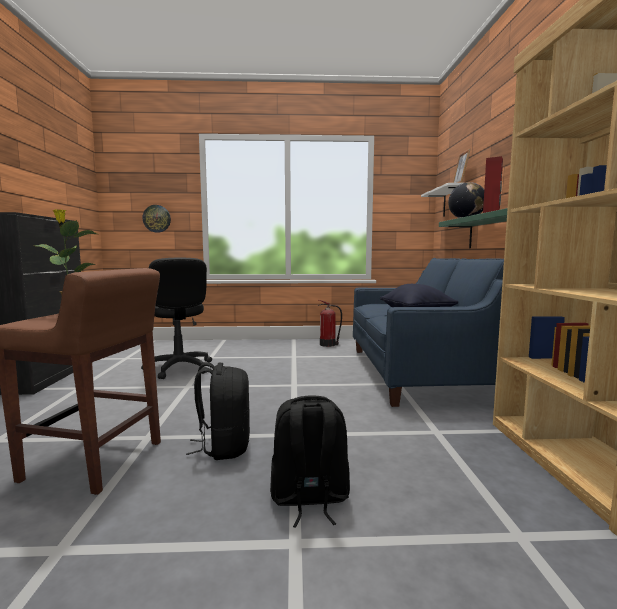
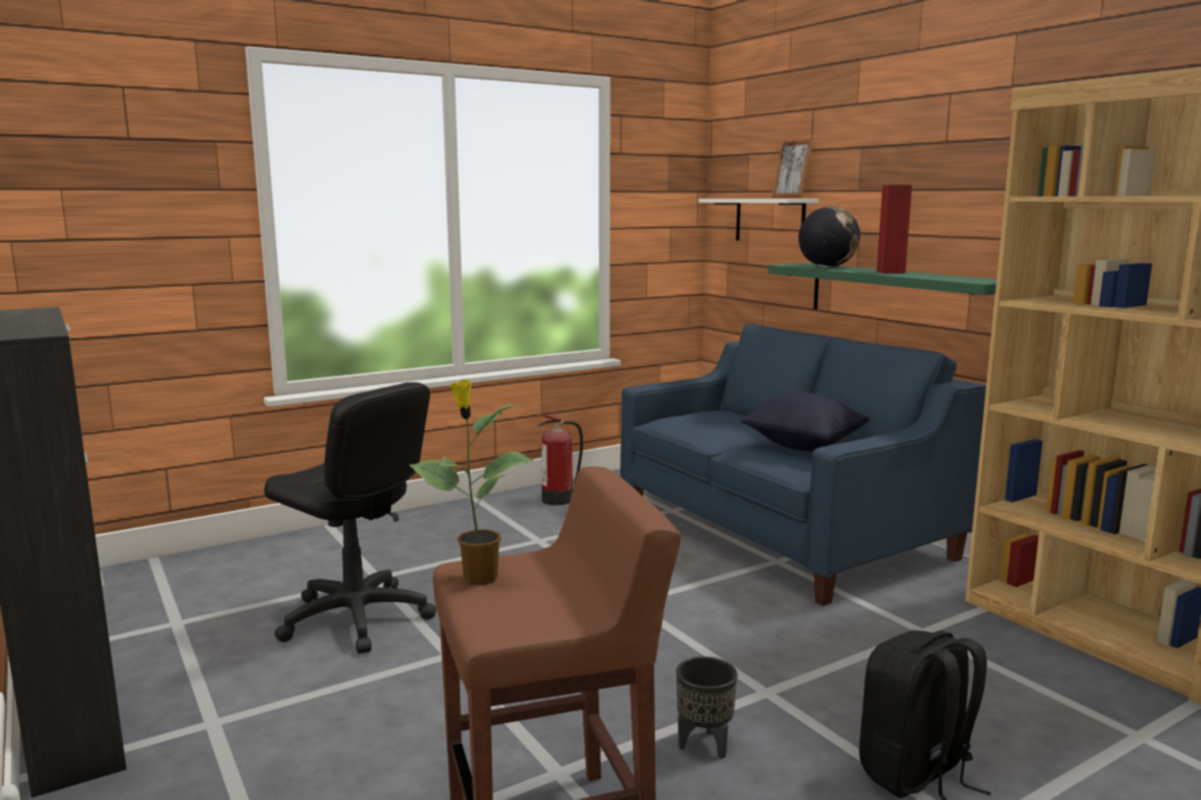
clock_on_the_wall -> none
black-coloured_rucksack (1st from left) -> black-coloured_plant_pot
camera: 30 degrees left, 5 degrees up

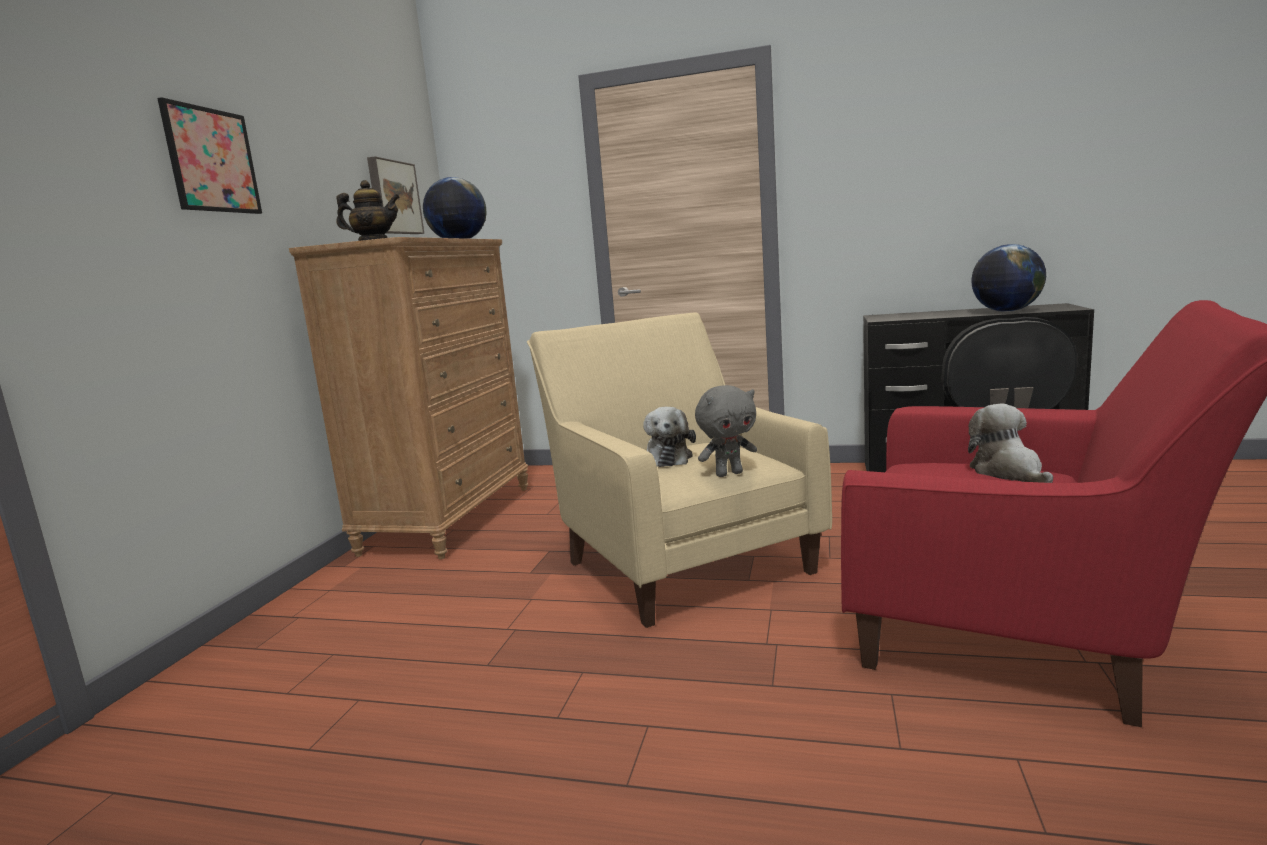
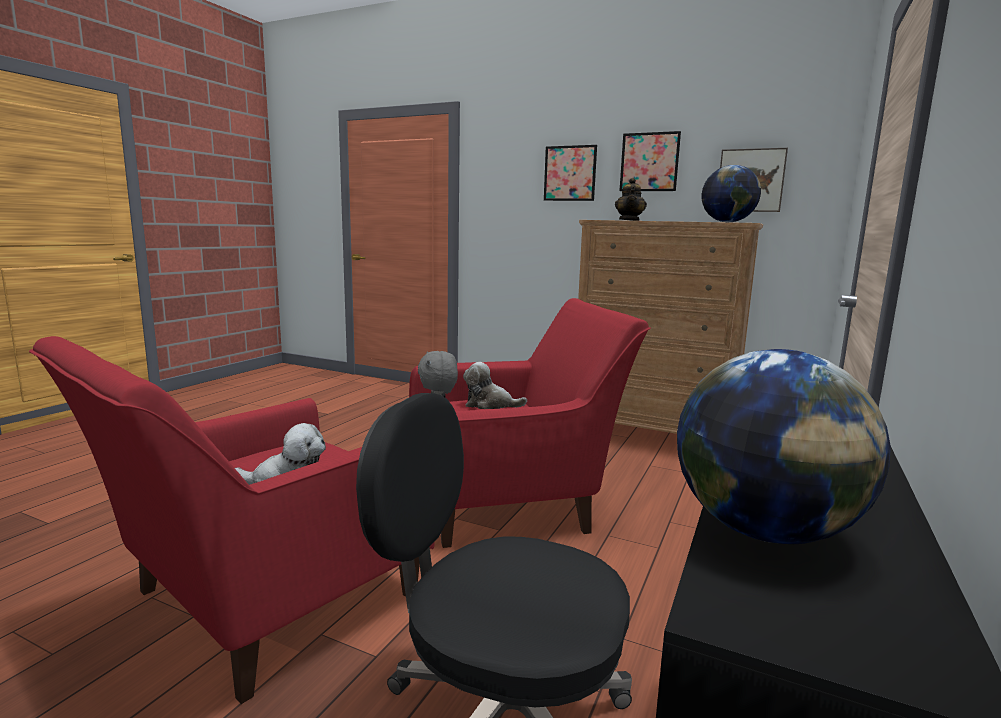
none -> wall_art (2nd from left)
beige_armchair -> reddish_armchair (2nd from left)
camera: 100 degrees right, 0 degrees up

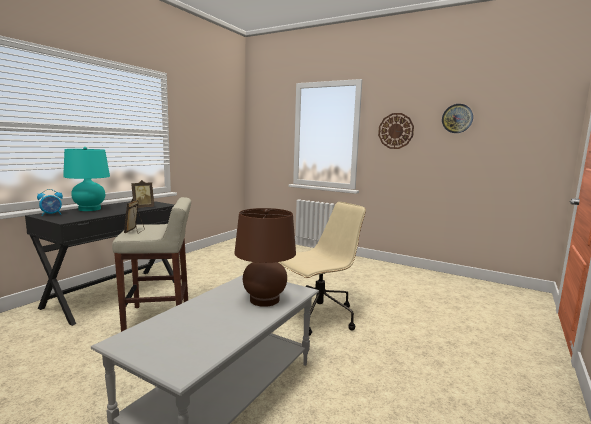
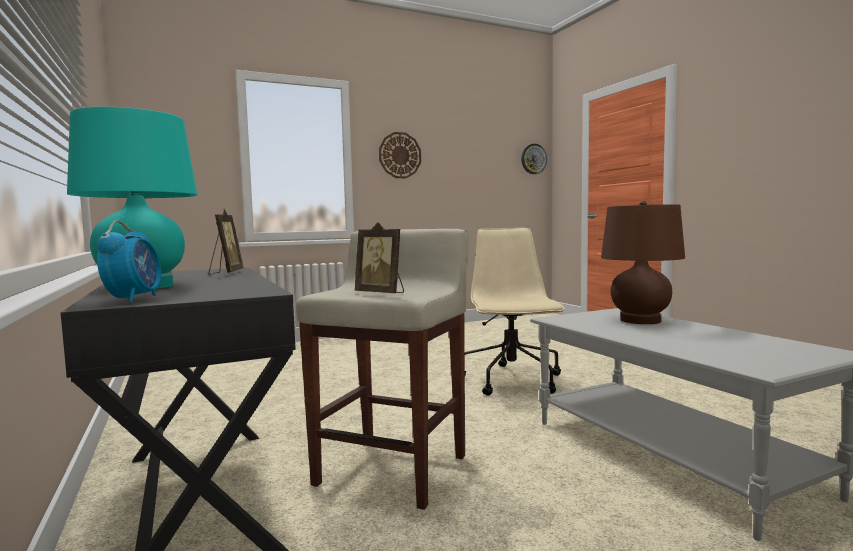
clock_on_the_wall (2nd from left), move
camera: 55 degrees left, 5 degrees down

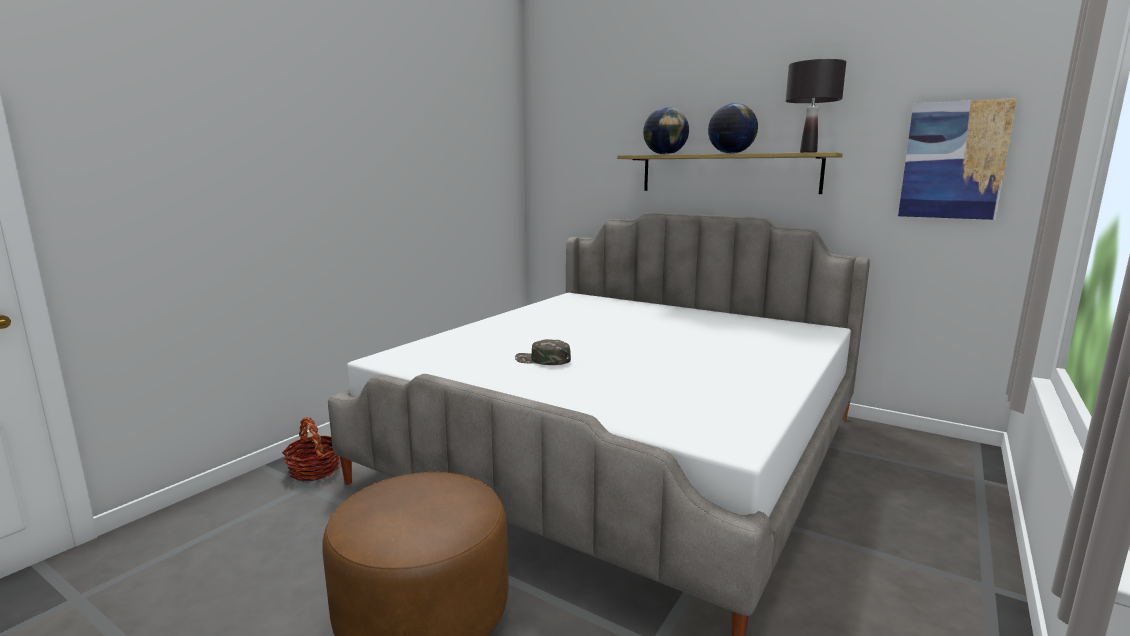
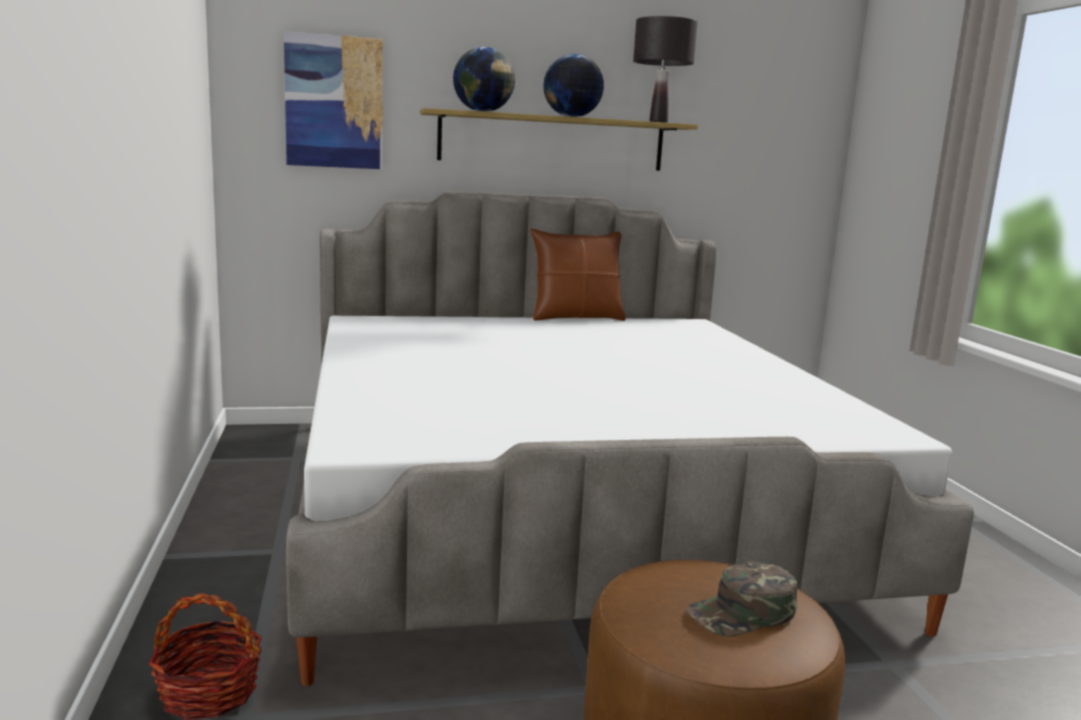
none -> brown_throw_pillow
green-coloured_peaked_cap, move
wall_art, move
camera: 45 degrees left, 0 degrees up

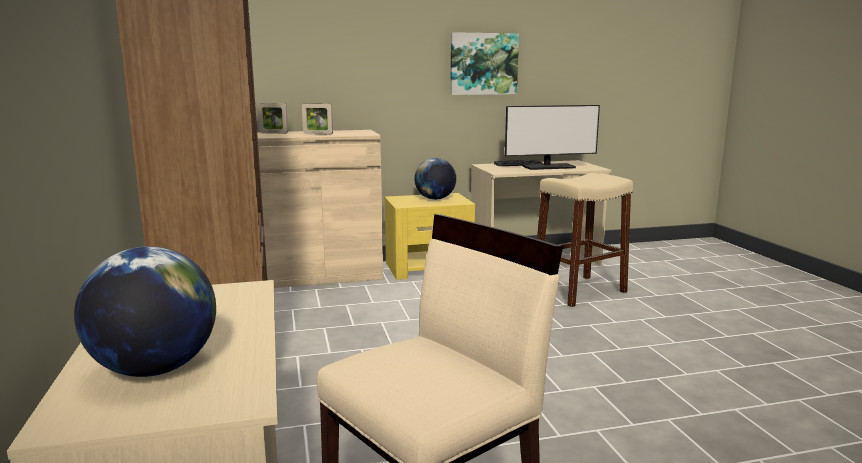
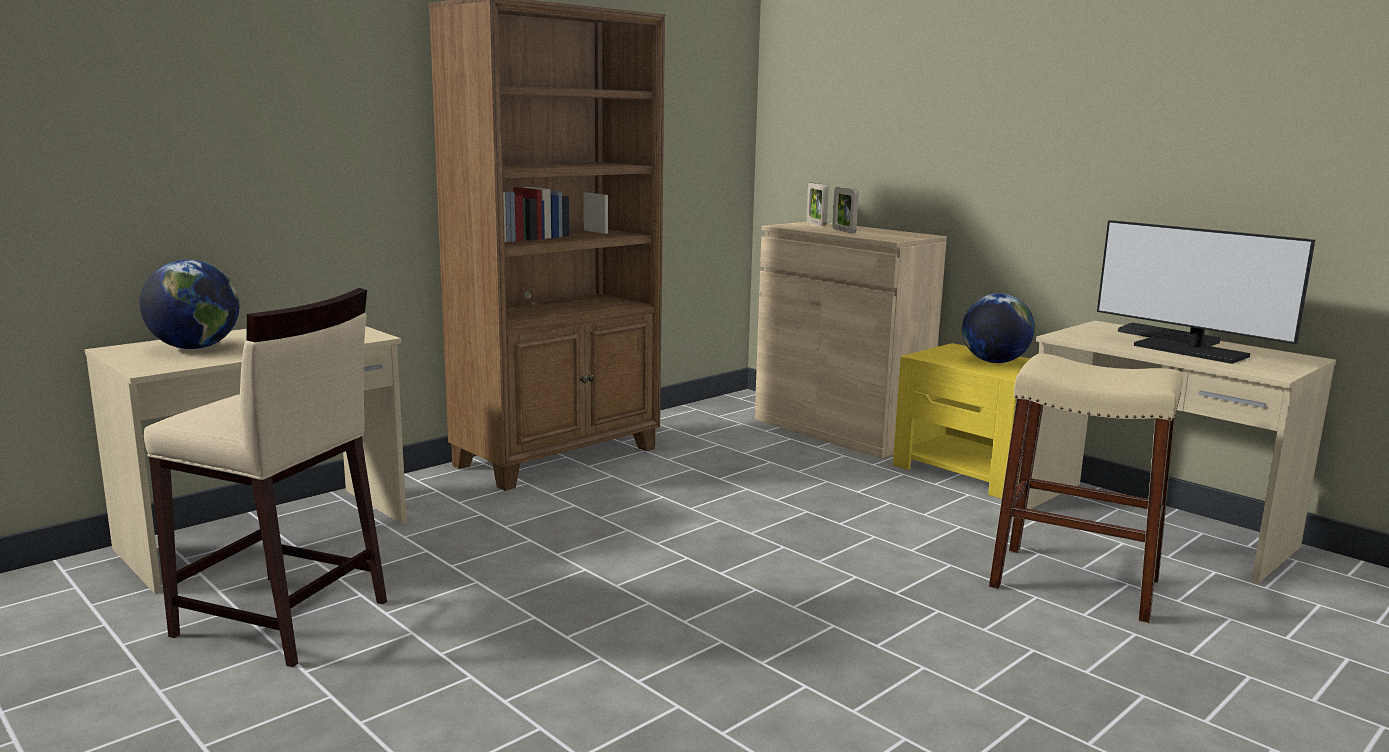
wall_art -> none
camera: 60 degrees right, 0 degrees up

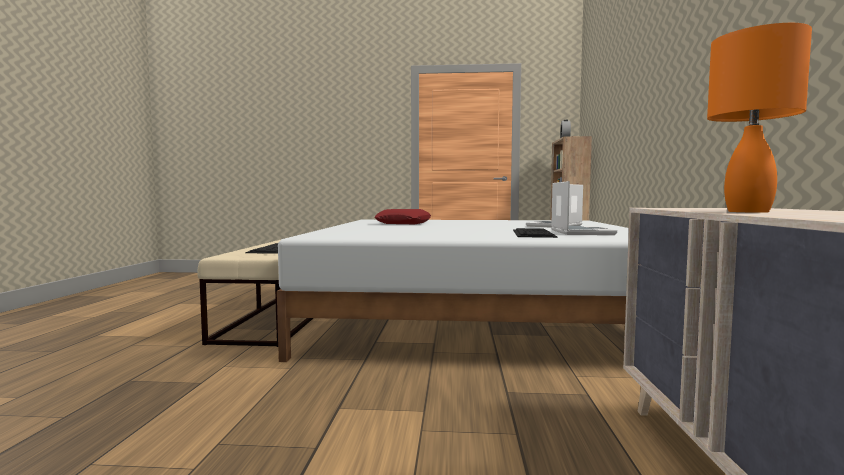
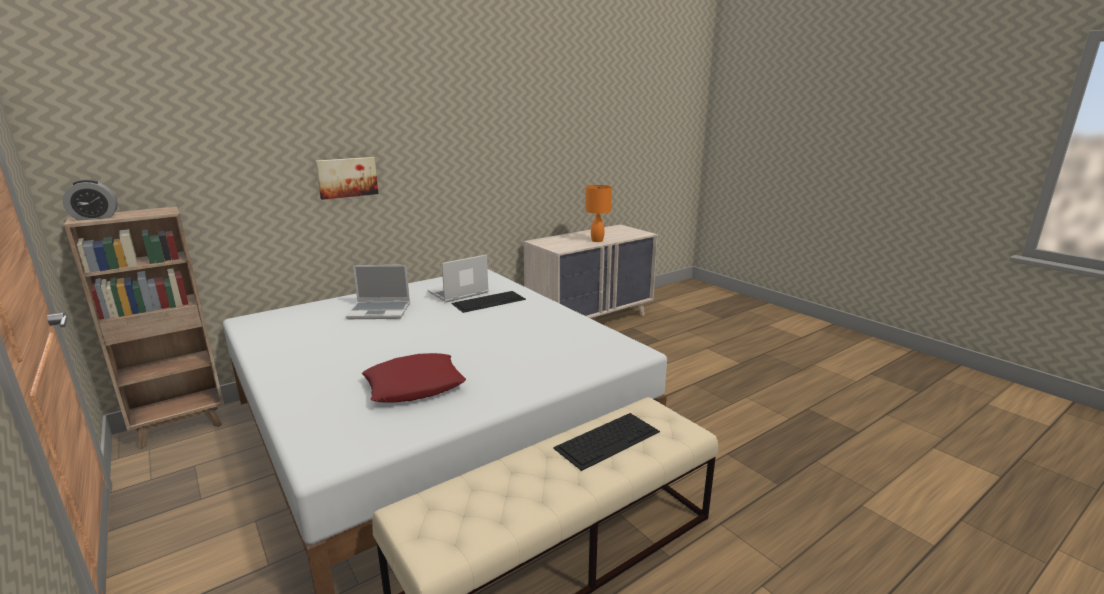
none -> wall_art
camera: 130 degrees left, 15 degrees up

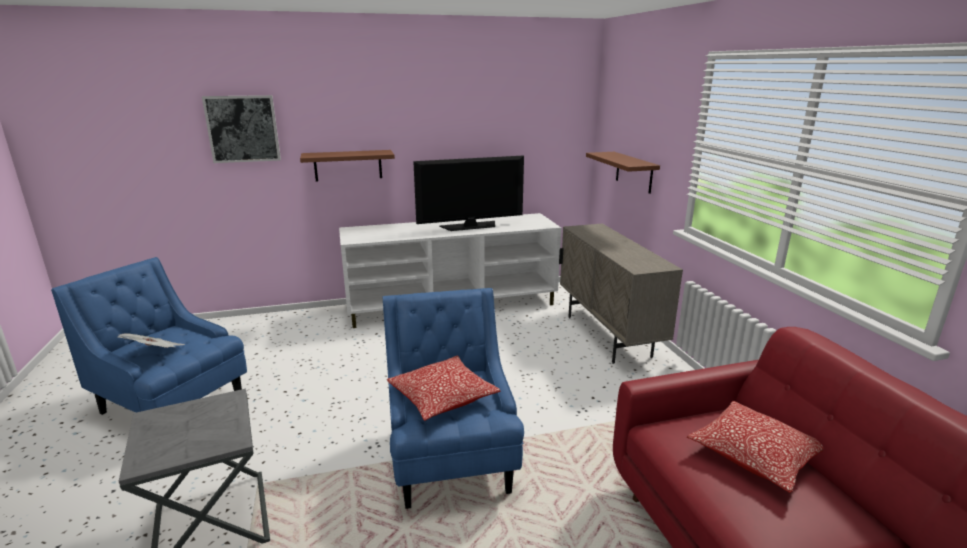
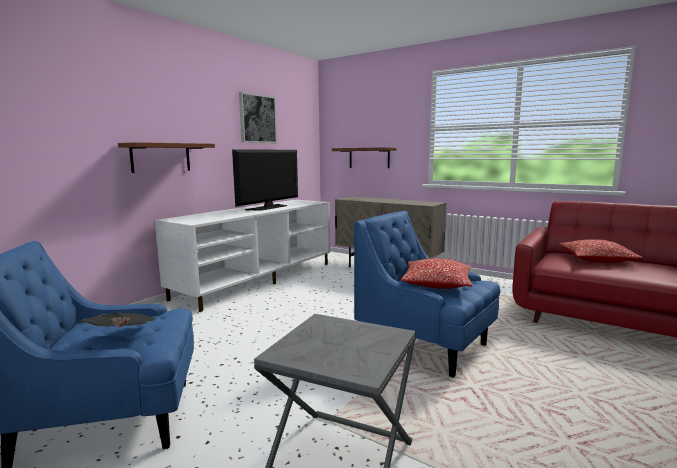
wall_art, move
camera: 40 degrees left, 10 degrees down

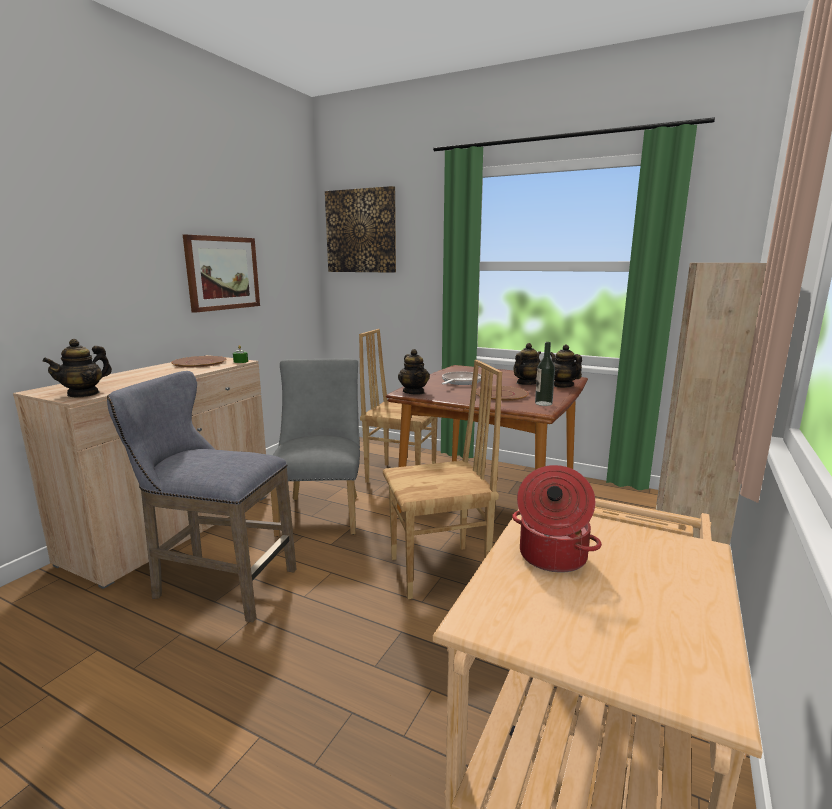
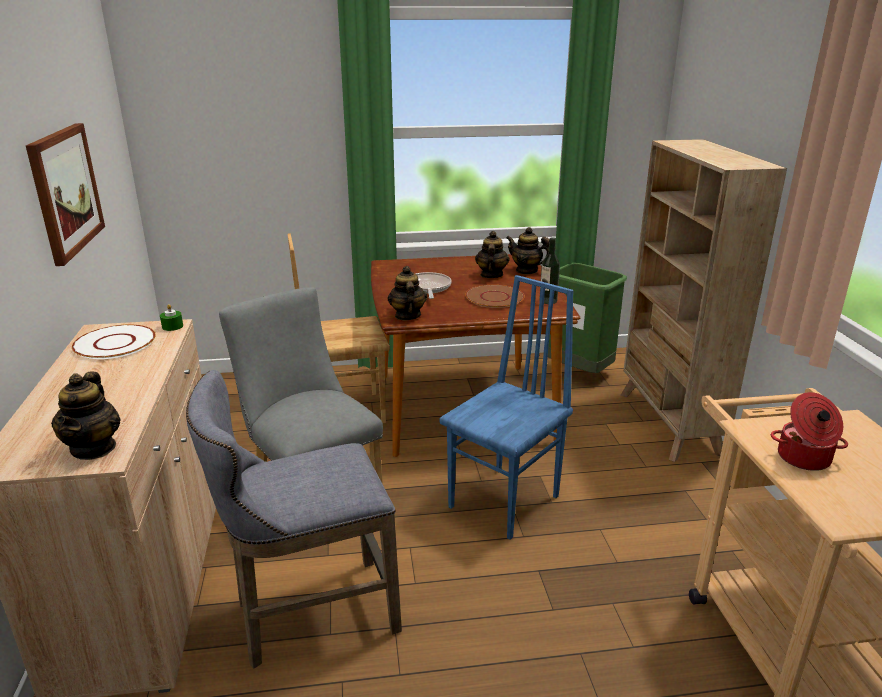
wall_art (2nd from left) -> none
none -> green-coloured_waste_bin
brown_dinner_plate (1st from left) -> whitish_dinner_plate
brown_chair (2nd from left) -> blue_chair
teapot (2nd from left), 135 degrees counterclockwise
camera: 35 degrees left, 10 degrees up

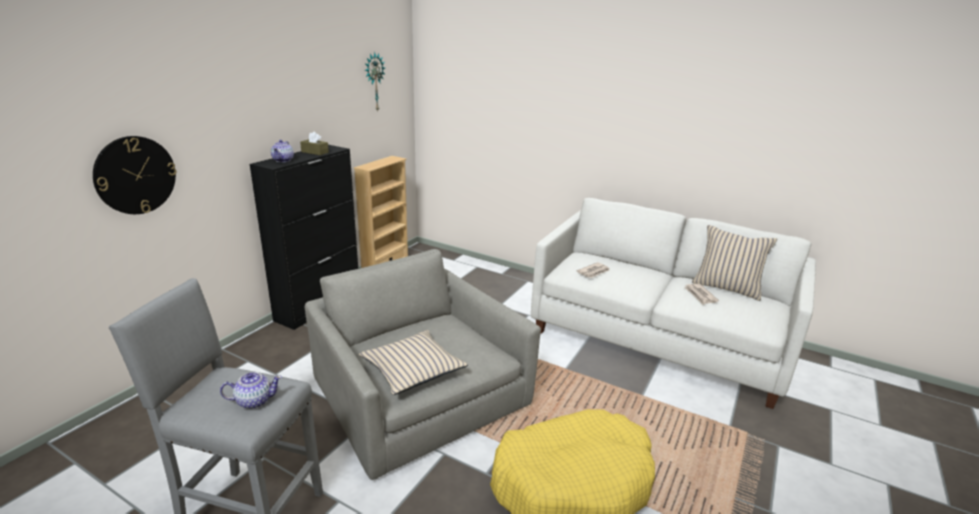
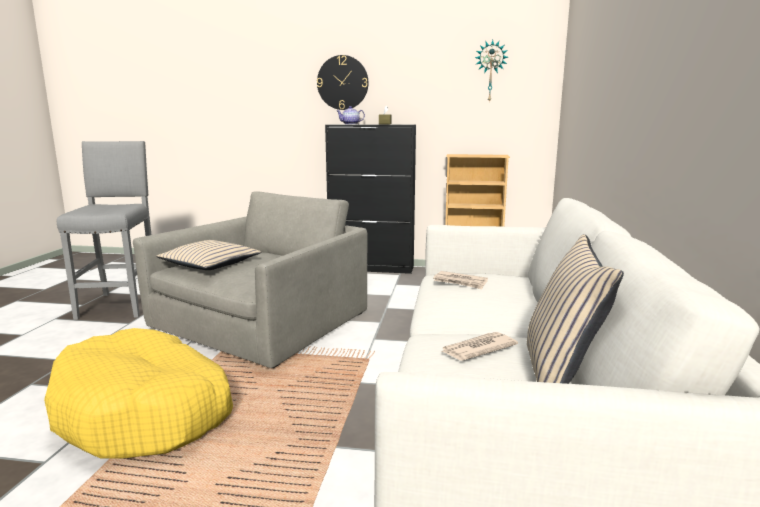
teapot (1st from left) -> none
clock_on_the_wall (1st from left), move
camera: 70 degrees right, 10 degrees down

